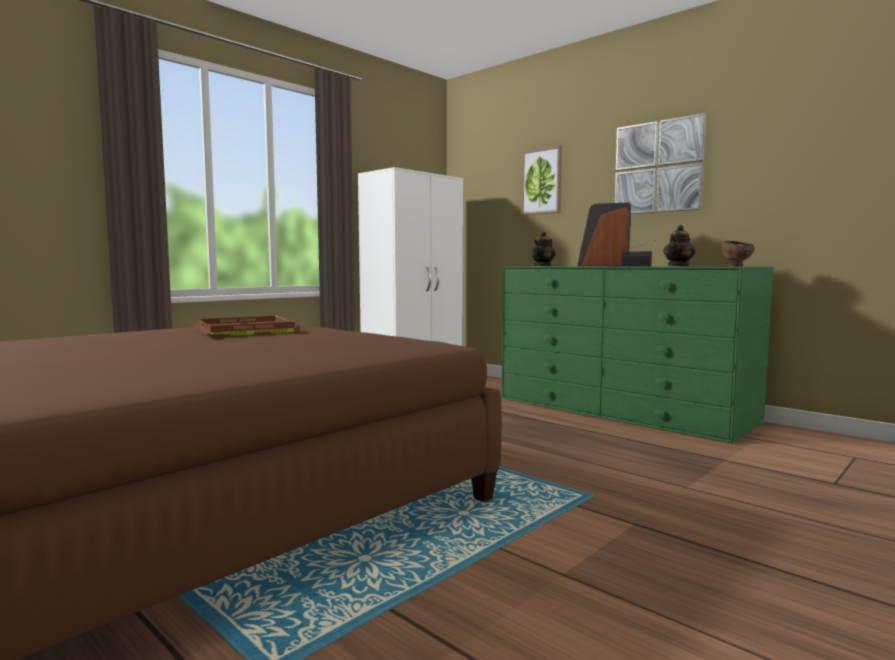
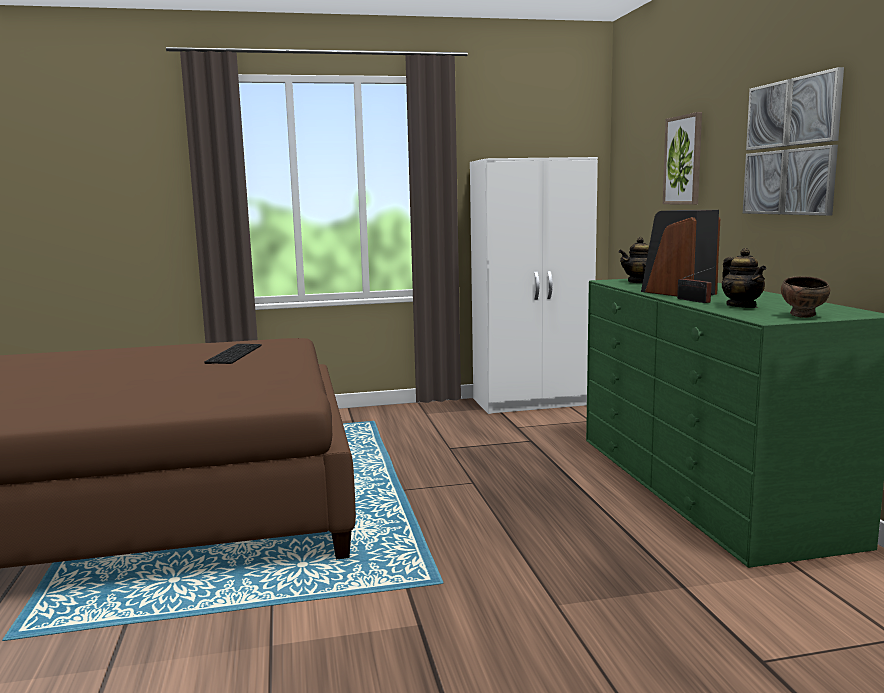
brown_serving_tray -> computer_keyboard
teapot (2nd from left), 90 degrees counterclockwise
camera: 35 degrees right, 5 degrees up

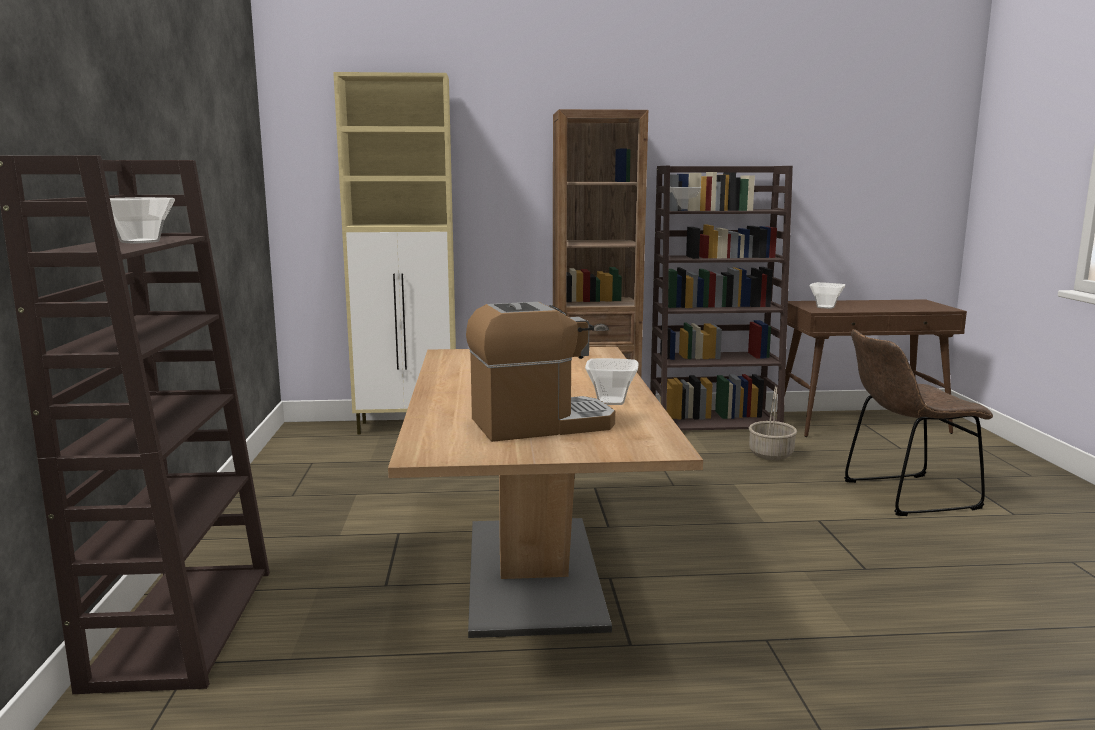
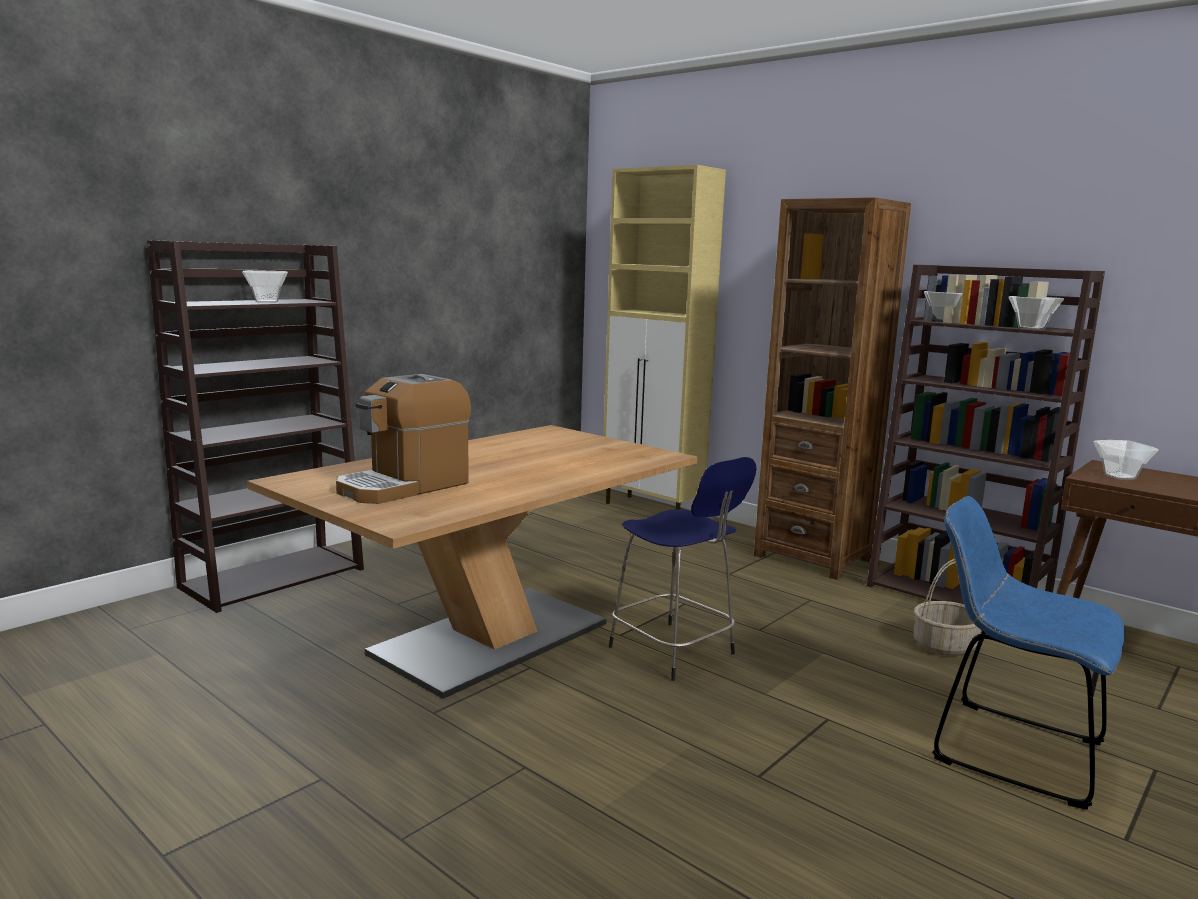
none -> blue_stool_seat
bowl (2nd from left in the first image) -> bowl (3rd from left), move
brown_chair -> blue_chair
coffee_maker, 105 degrees clockwise
camera: 45 degrees right, 0 degrees up

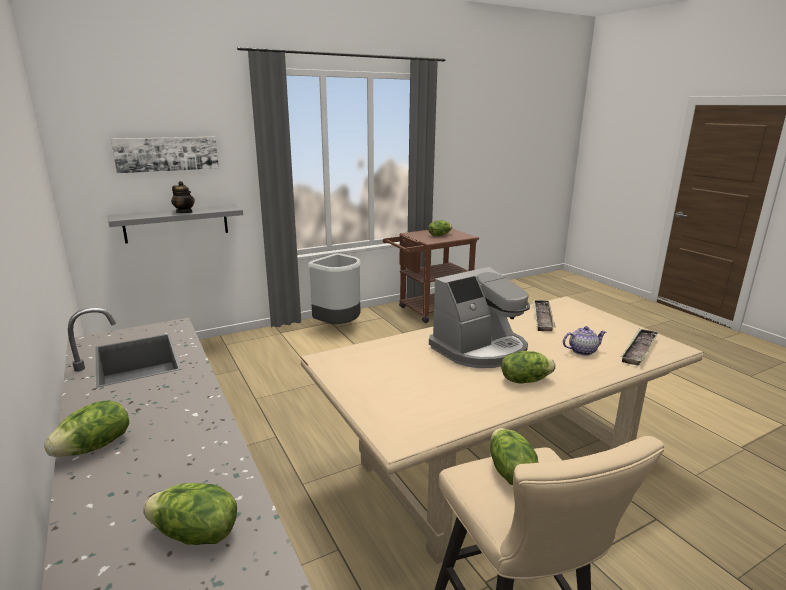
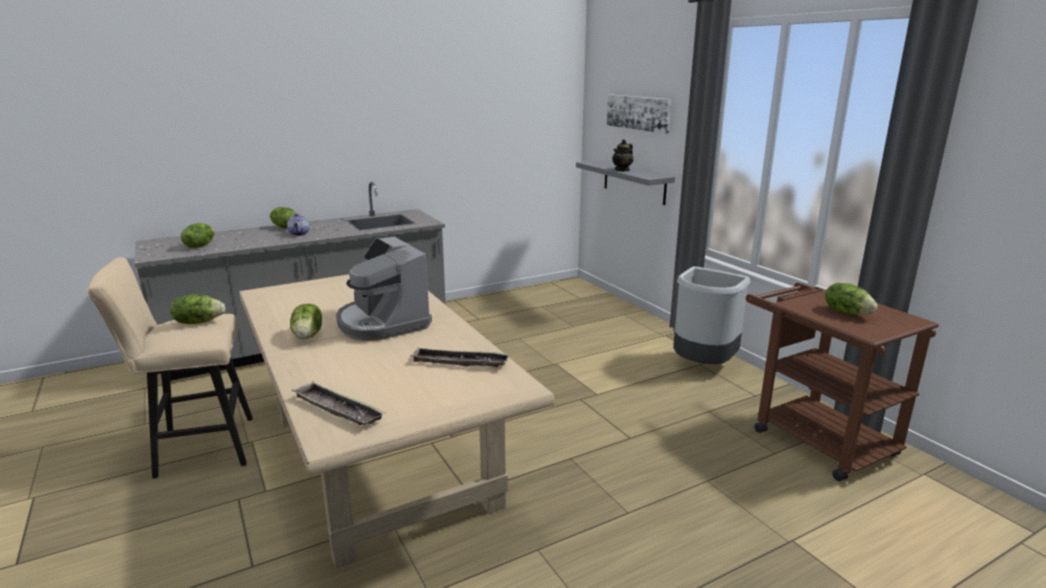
teapot (2nd from left in the first image) -> teapot (1st from left), move
camera: 90 degrees right, 0 degrees up

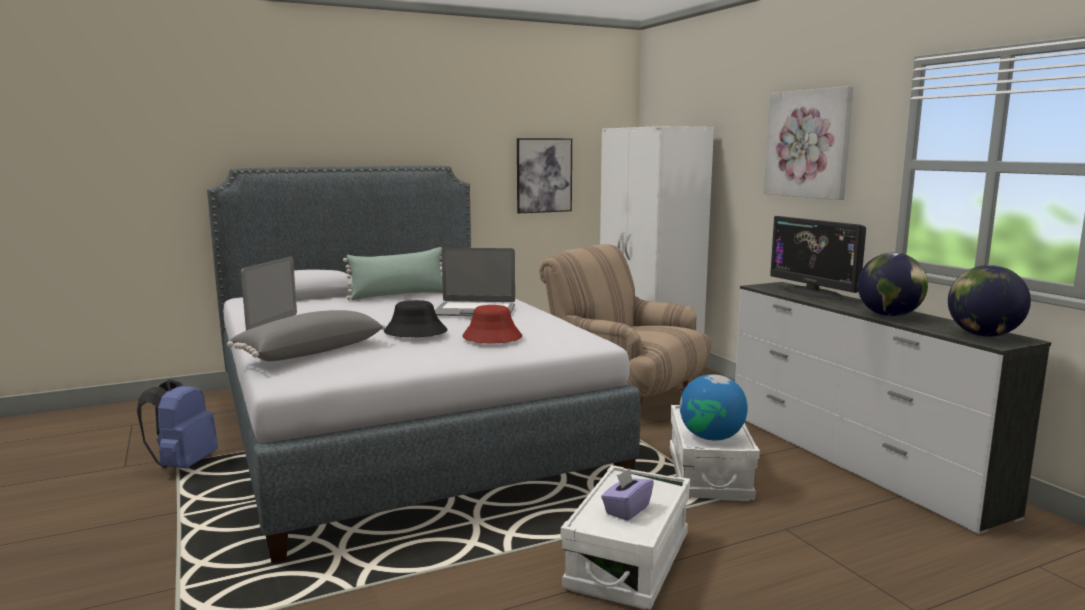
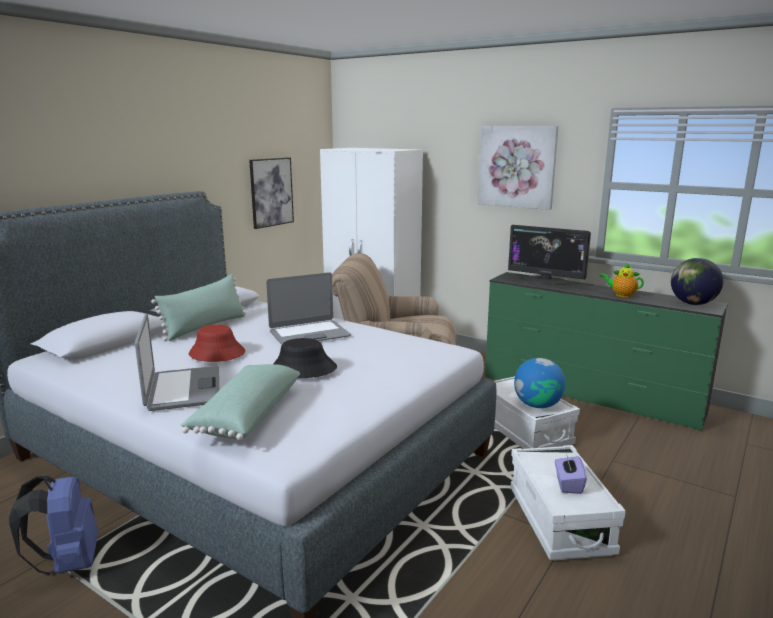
reddish_wearable_hat, move
globe (2nd from left) -> teapot
gray_throw_pillow -> green-coloured_throw_pillow (2nd from left)
whitish_drawer_chest -> green-coloured_drawer_chest
camera: 30 degrees left, 5 degrees up

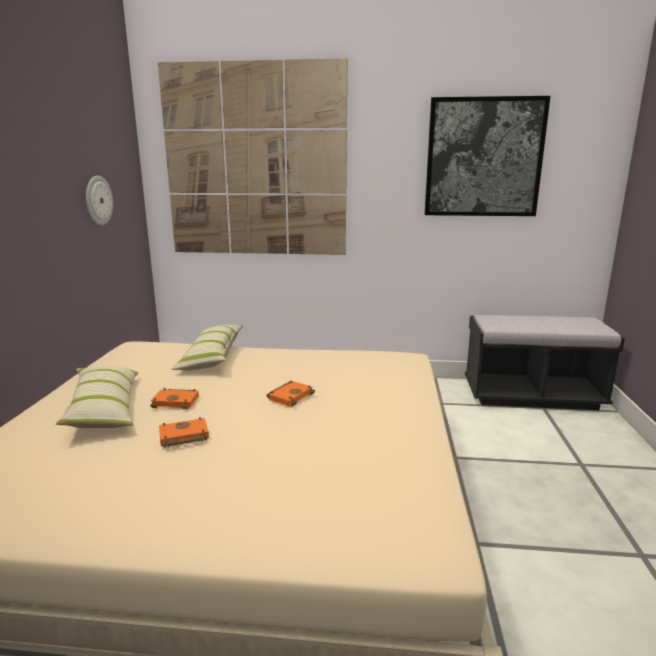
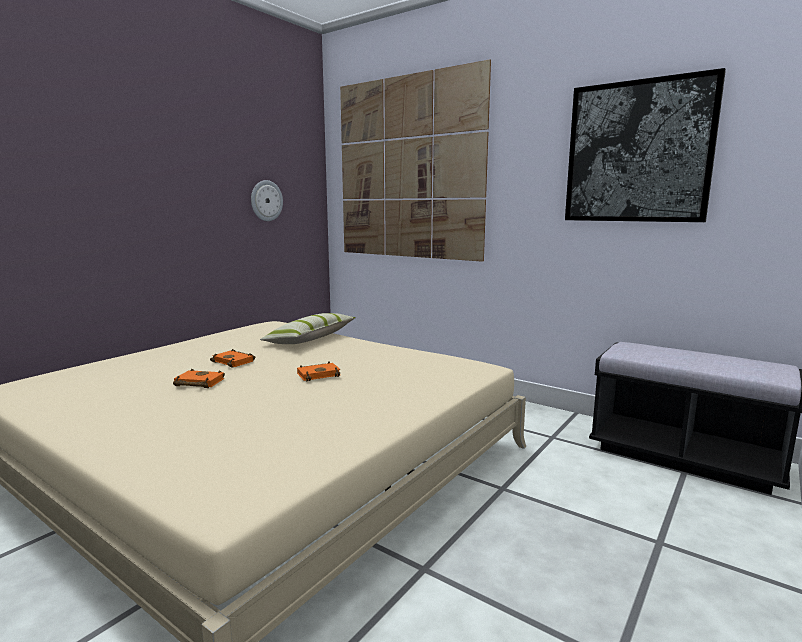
throw_pillow (1st from left) -> none
camera: 30 degrees right, 5 degrees down

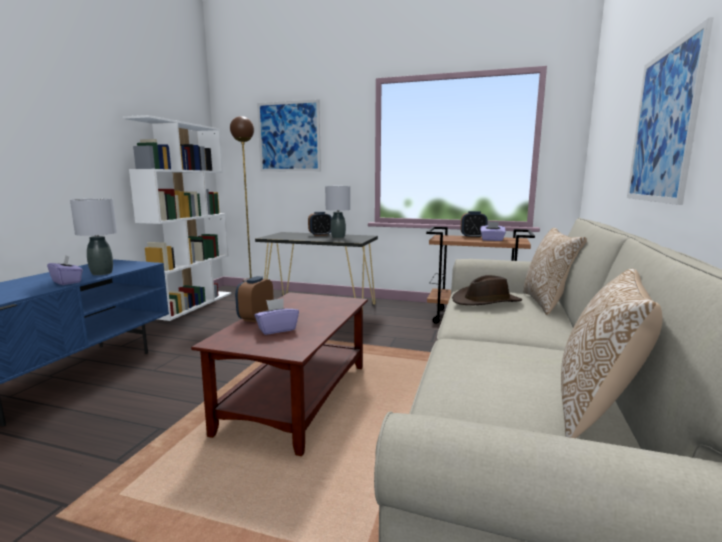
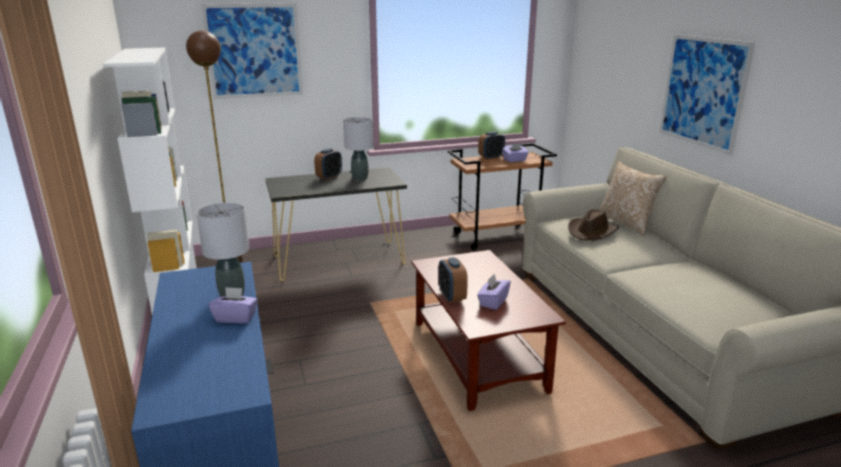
throw_pillow (2nd from left) -> none
camera: 35 degrees left, 10 degrees up

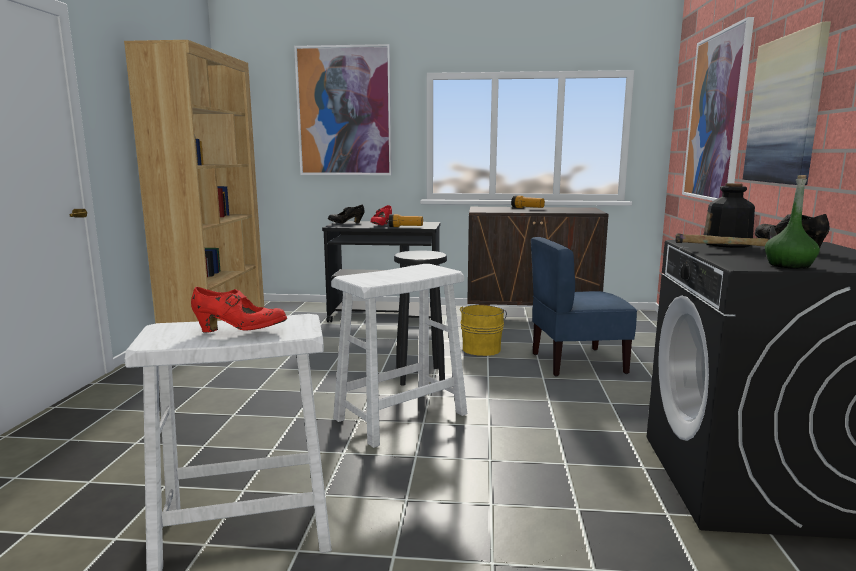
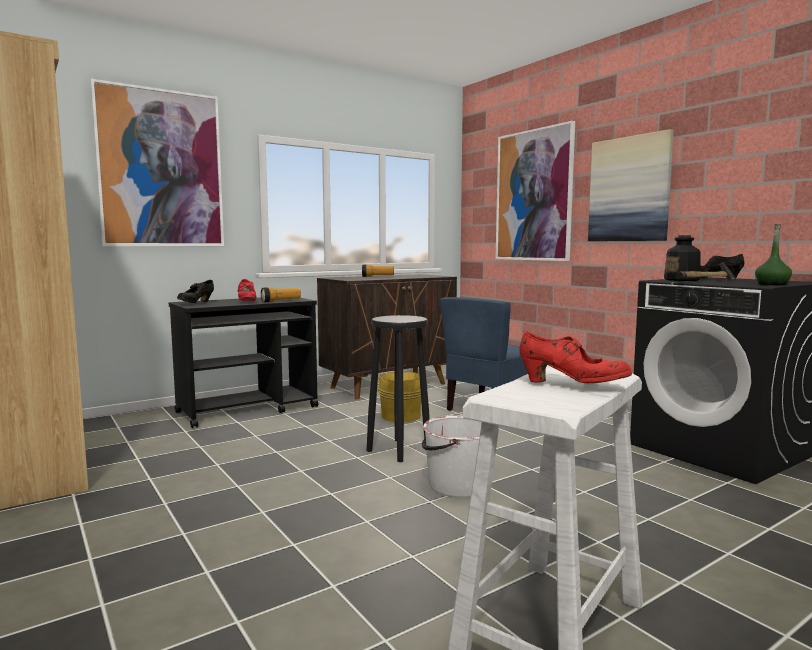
whitish_stool_seat (2nd from left) -> whitish_bucket
reddish_shoe (1st from left in the first image) -> reddish_shoe (2nd from left), 60 degrees clockwise
camera: 40 degrees left, 5 degrees down

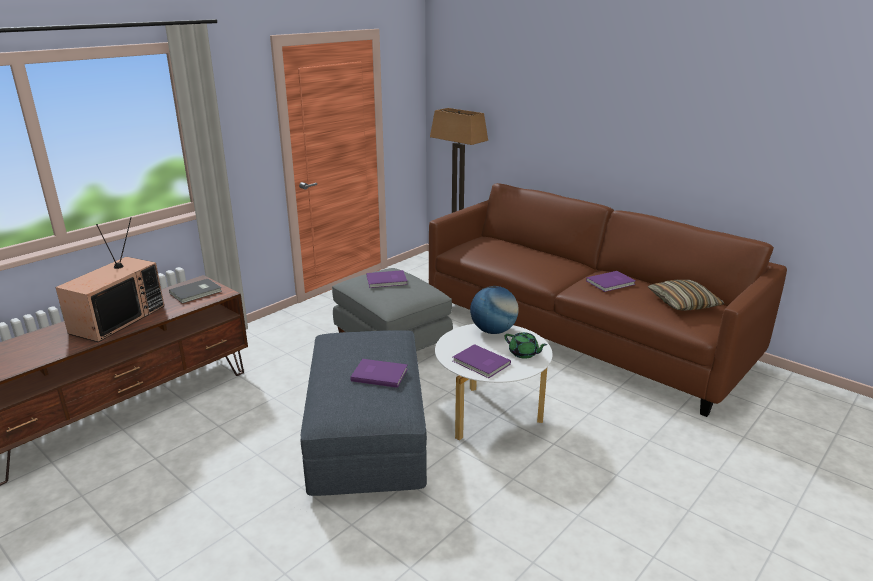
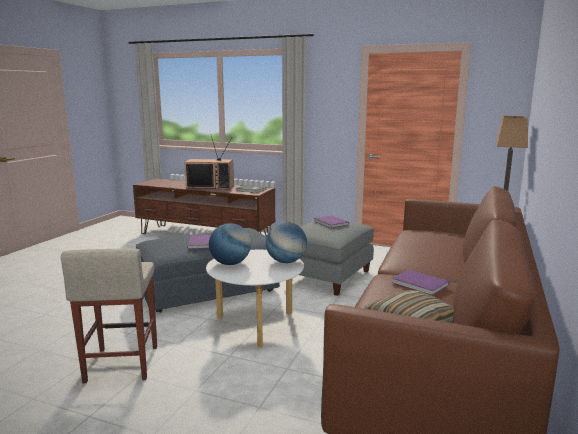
green-coloured_teapot -> none
none -> beige_stool_seat
purple-coloured_volume (3rd from left) -> globe (1st from left)
camera: 70 degrees right, 10 degrees down

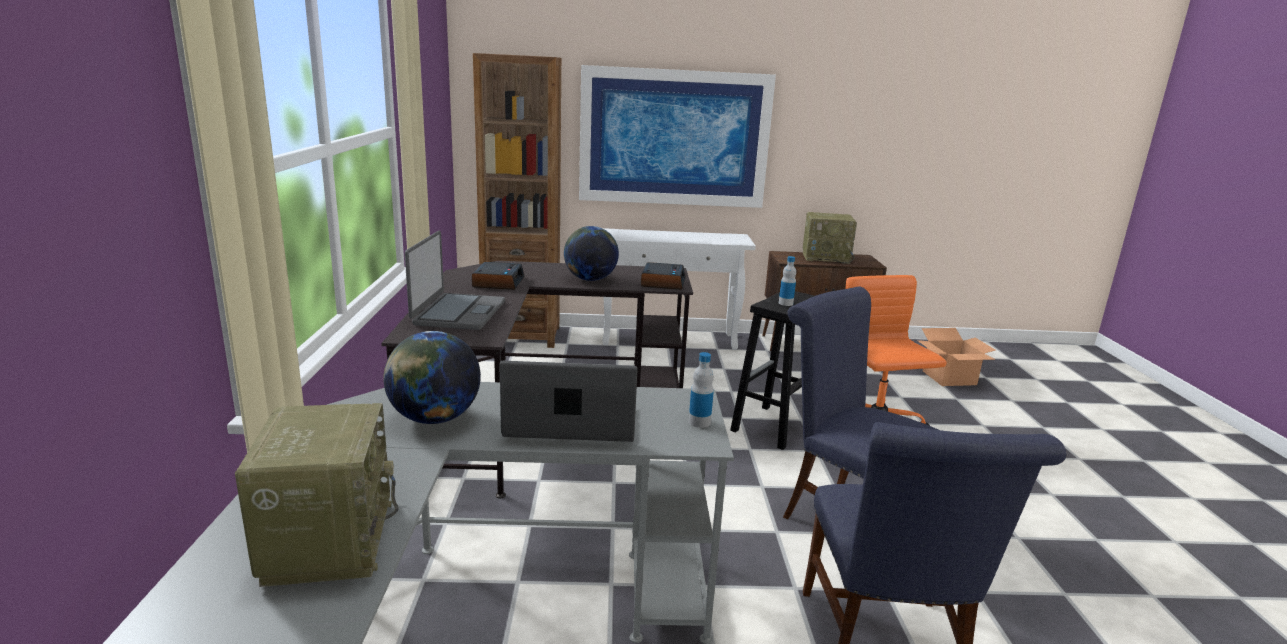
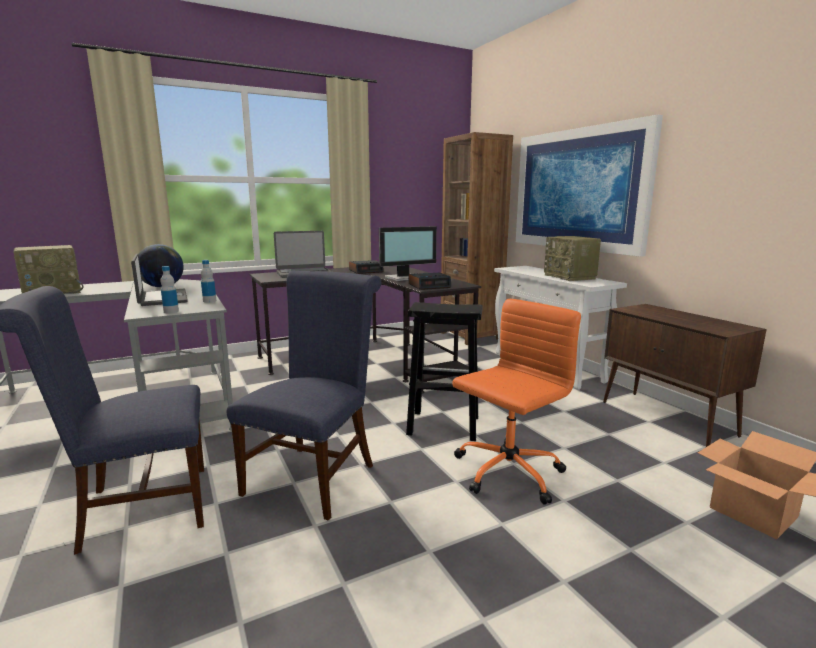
bottle (2nd from left), move
radio_set (2nd from left), move
globe (2nd from left) -> computer_screen
camera: 65 degrees right, 5 degrees down

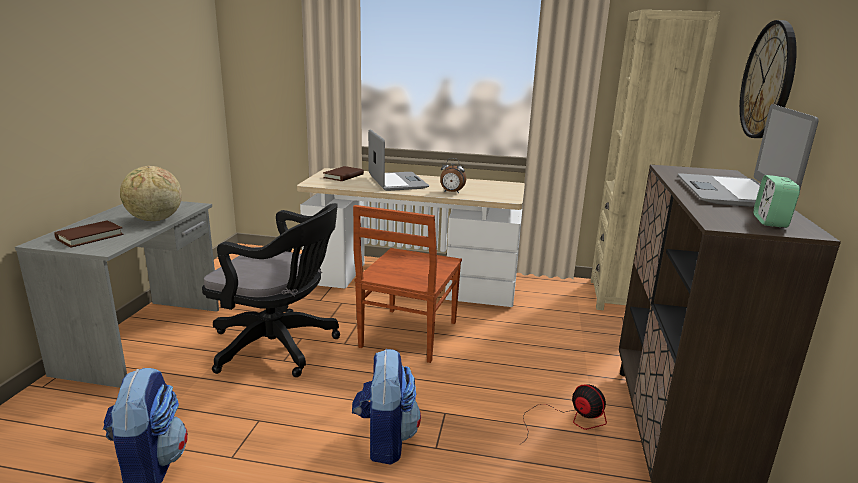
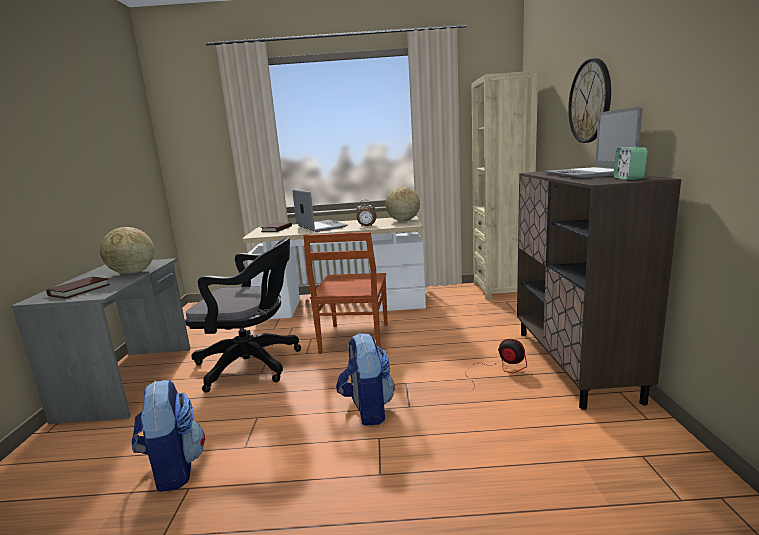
none -> globe (2nd from left)
camera: 10 degrees left, 5 degrees down

